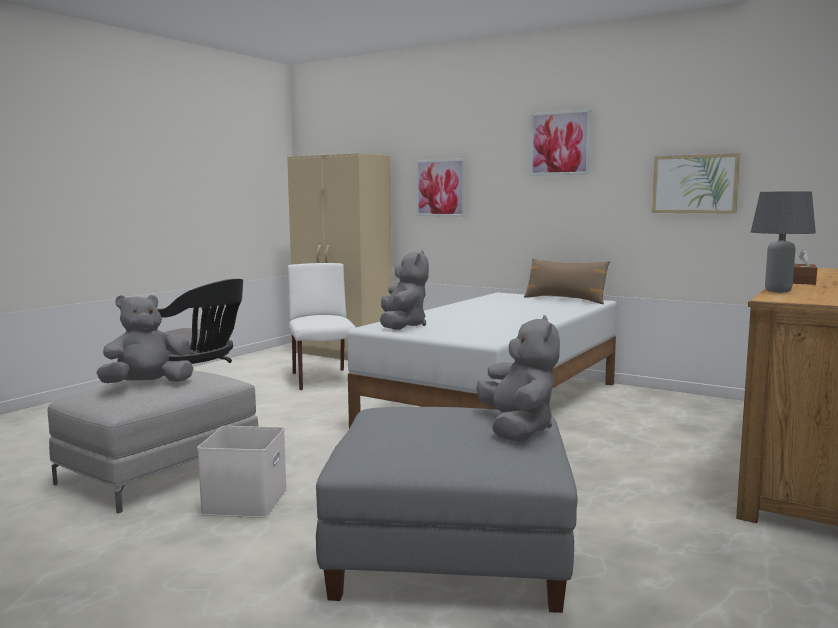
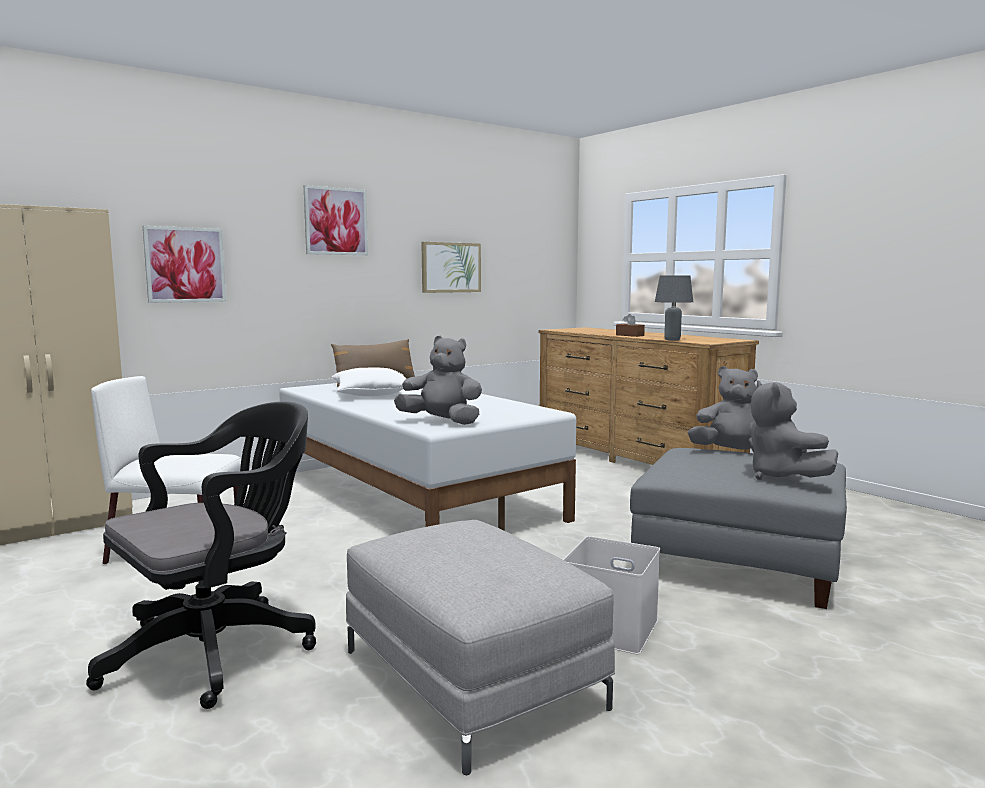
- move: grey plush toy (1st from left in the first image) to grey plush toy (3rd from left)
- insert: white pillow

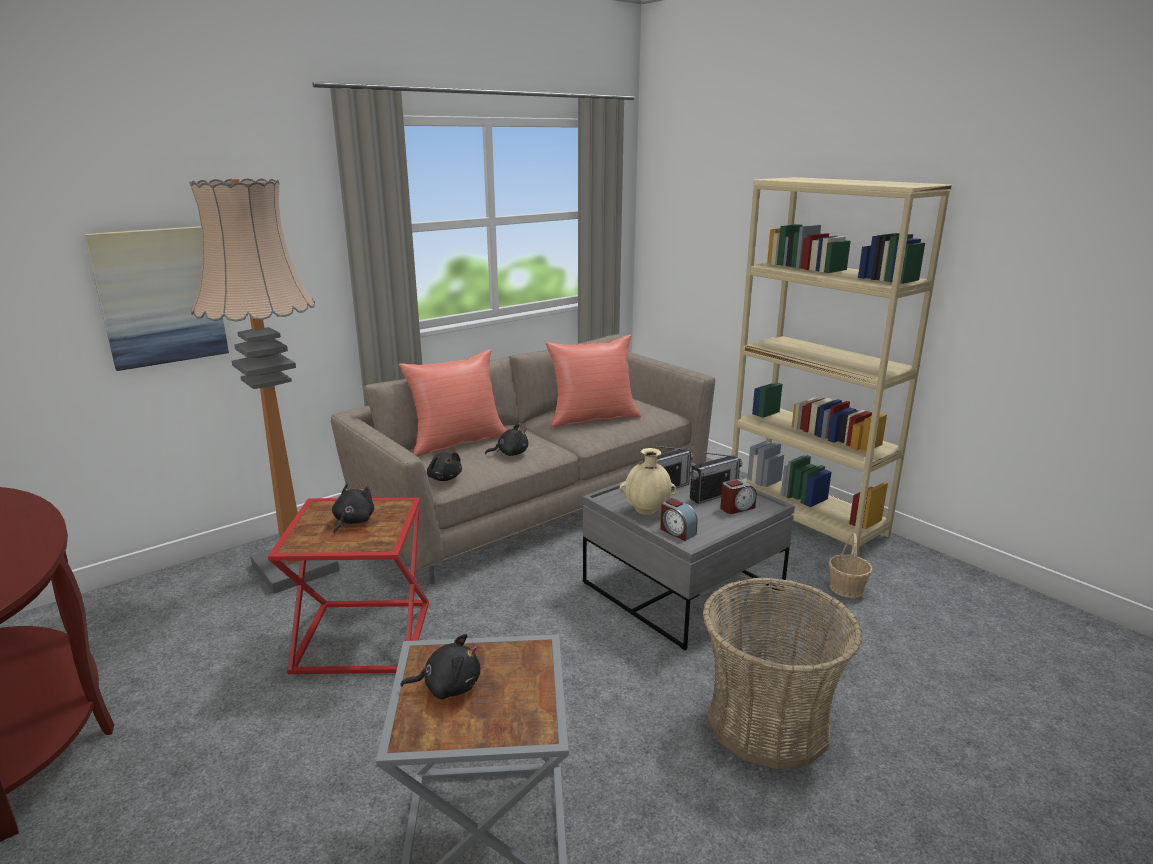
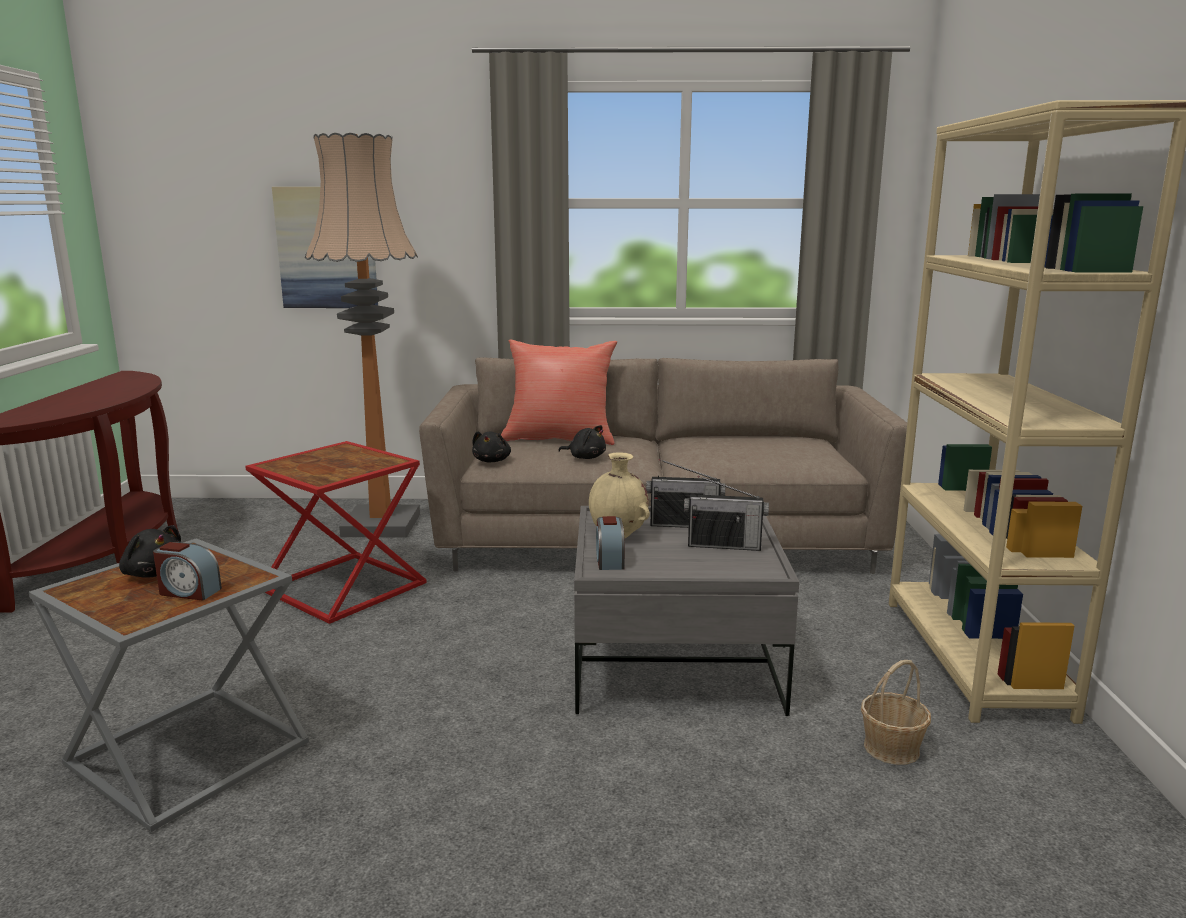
- delete: black plush toy (1st from left)
- delete: red pillow (2nd from left)
- delete: basket (1st from left)
- move: alarm clock (2nd from left in the first image) to alarm clock (1st from left)

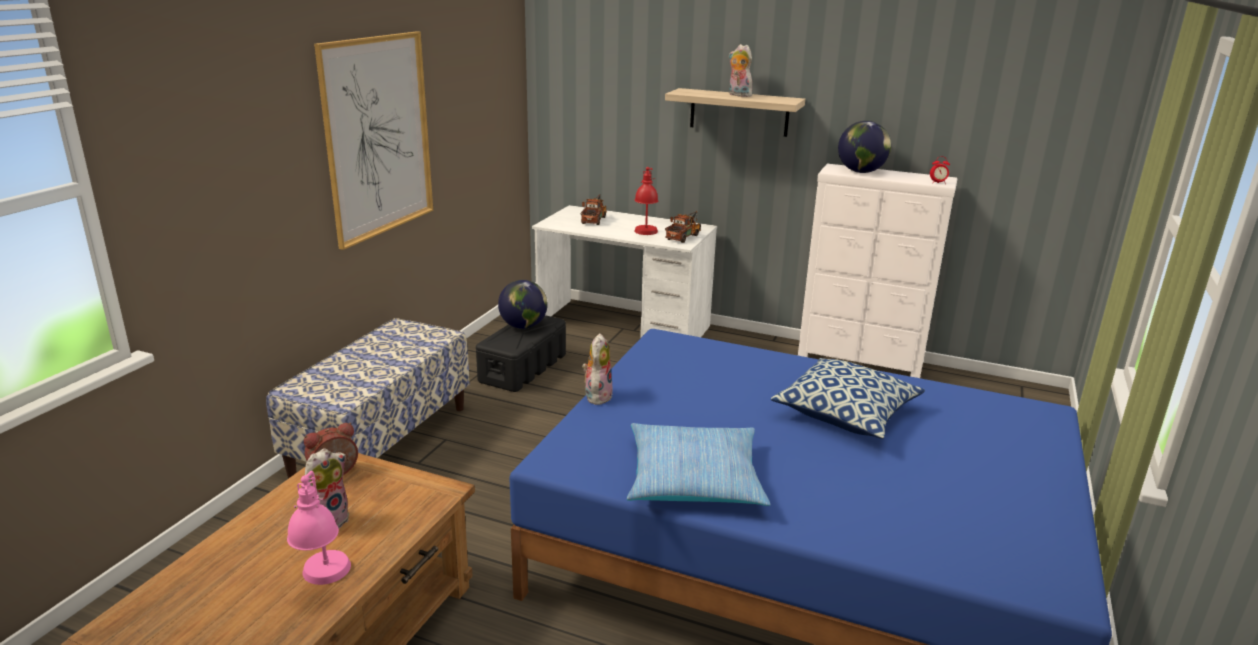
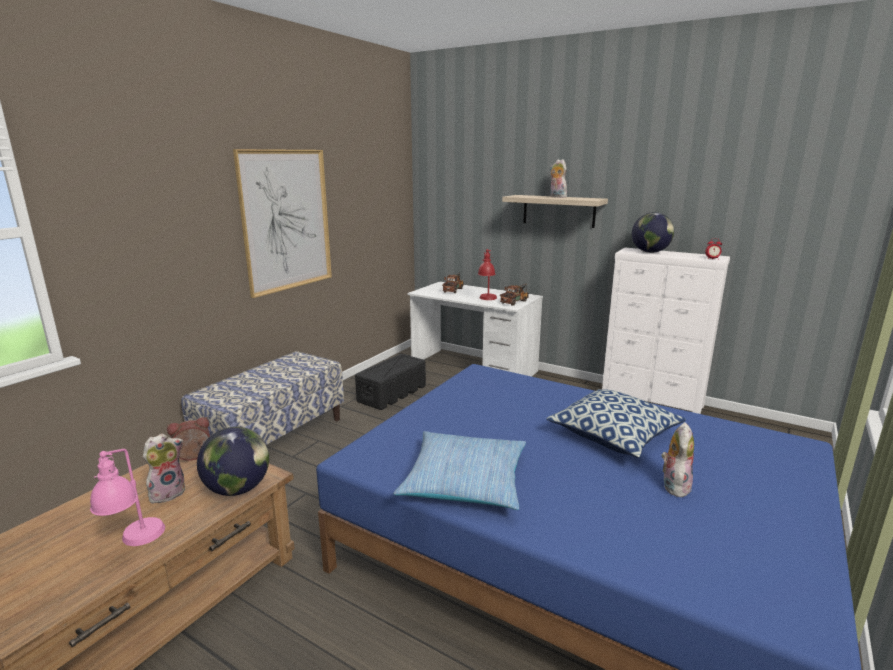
- move: globe (1st from left)
- move: plush toy (2nd from left in the first image) to plush toy (3rd from left)

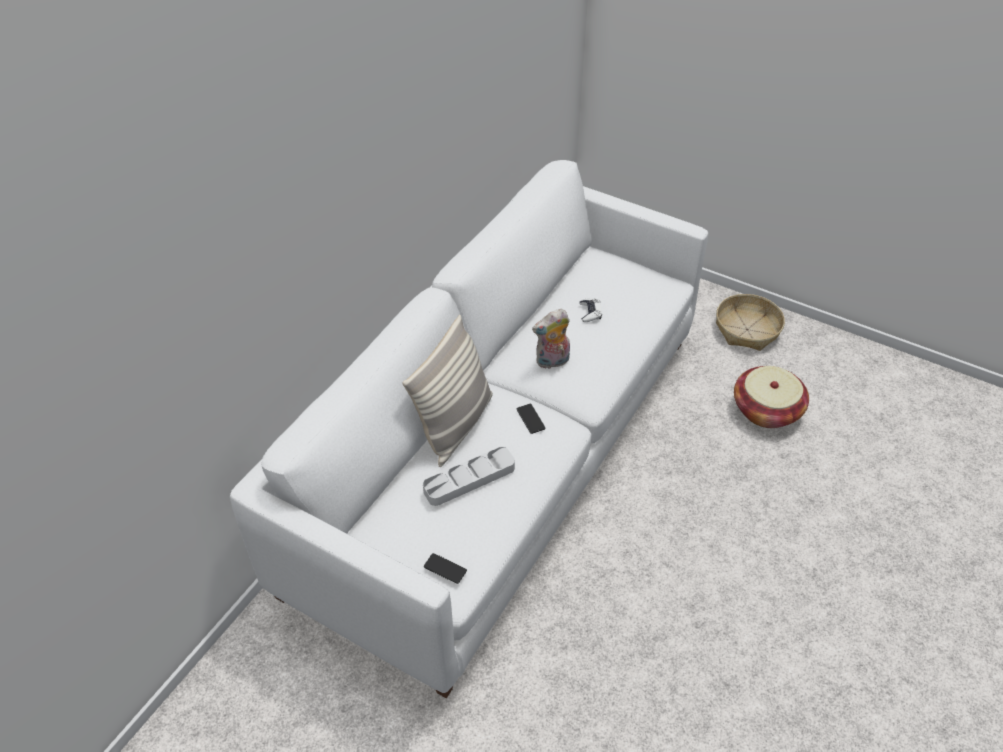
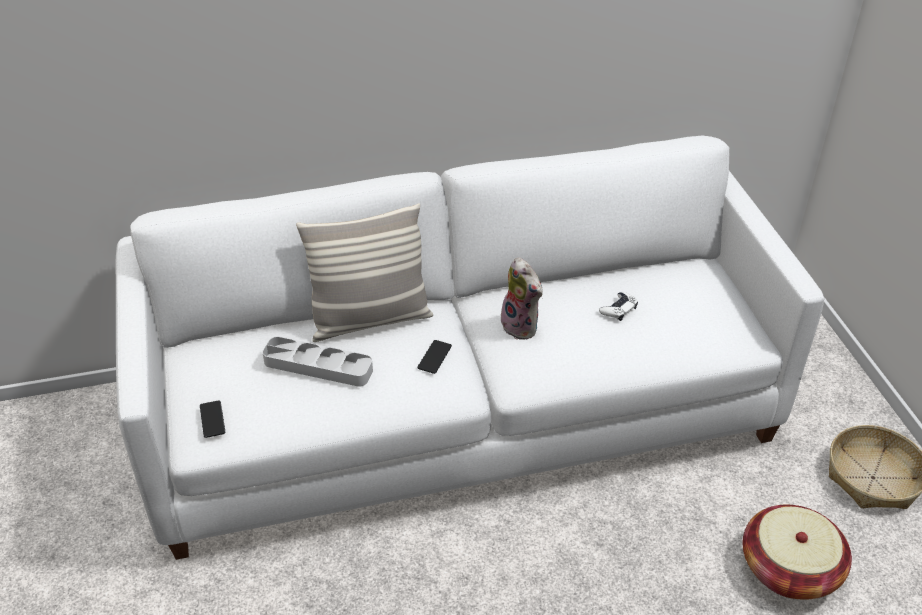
- rotate: plush toy 150 degrees counterclockwise

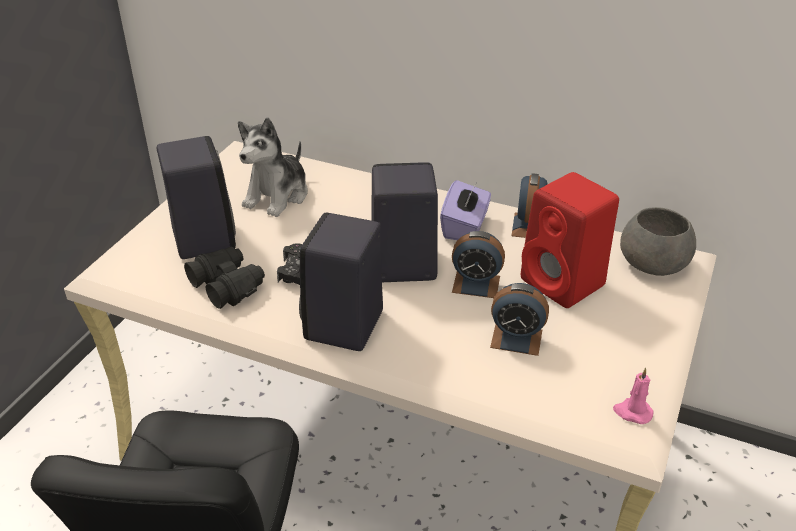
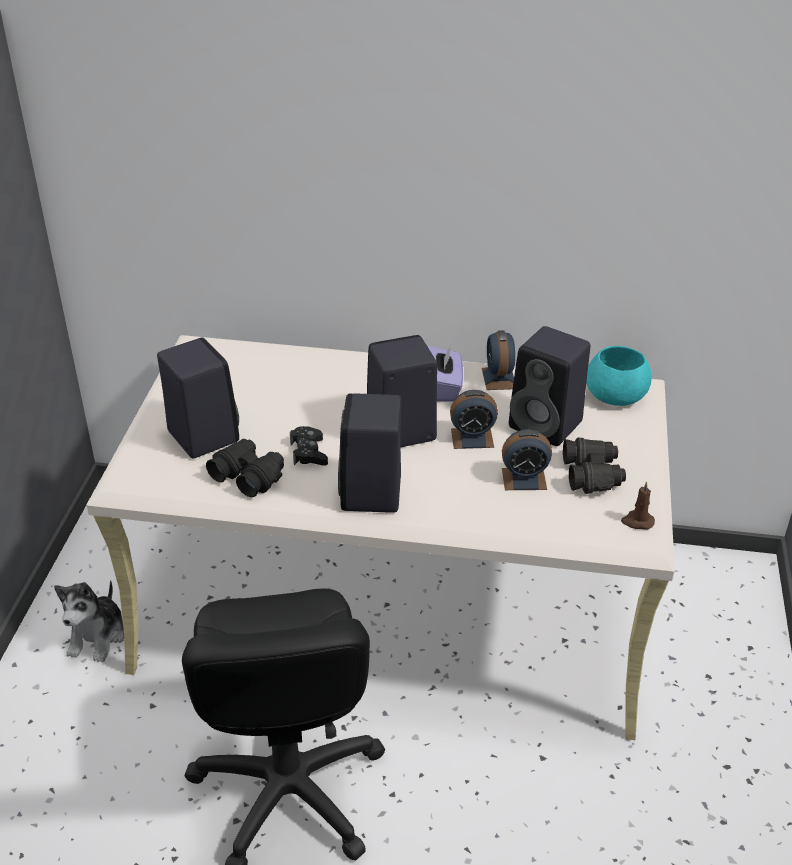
- move: plush toy
- recolor: red speaker to black speaker (4th from left)
- recolor: pink candle to brown candle
- recolor: grey bowl to turquoise bowl
- insert: black binoculars (2nd from left)

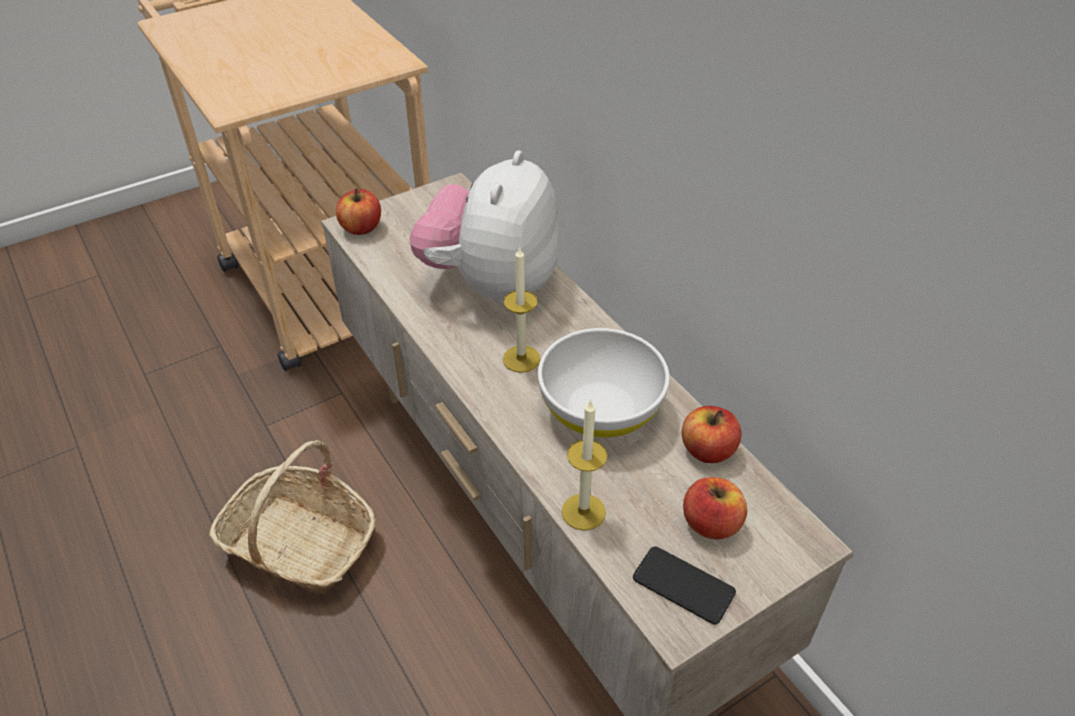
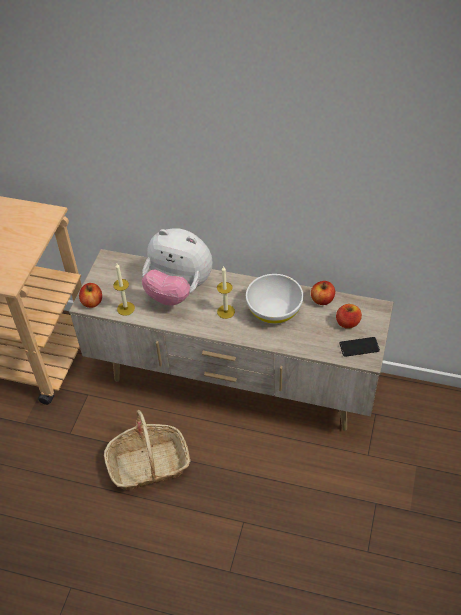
- rotate: plush toy 45 degrees counterclockwise
- move: candle (2nd from left in the first image) to candle (1st from left)

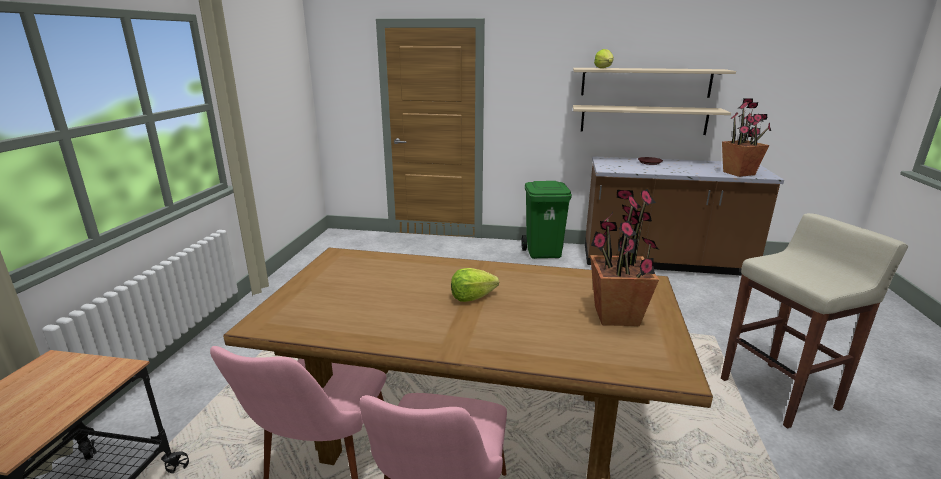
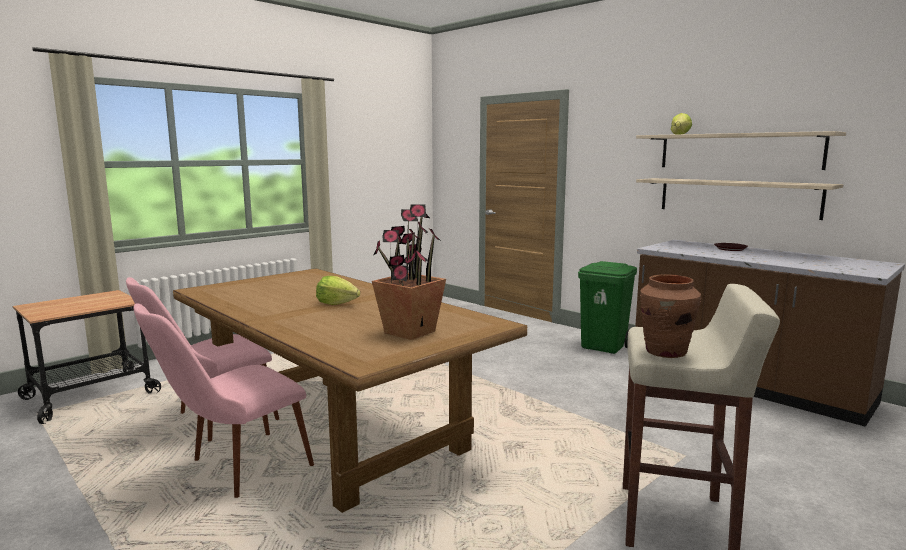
- delete: potted plant (2nd from left)
- insert: brown vase

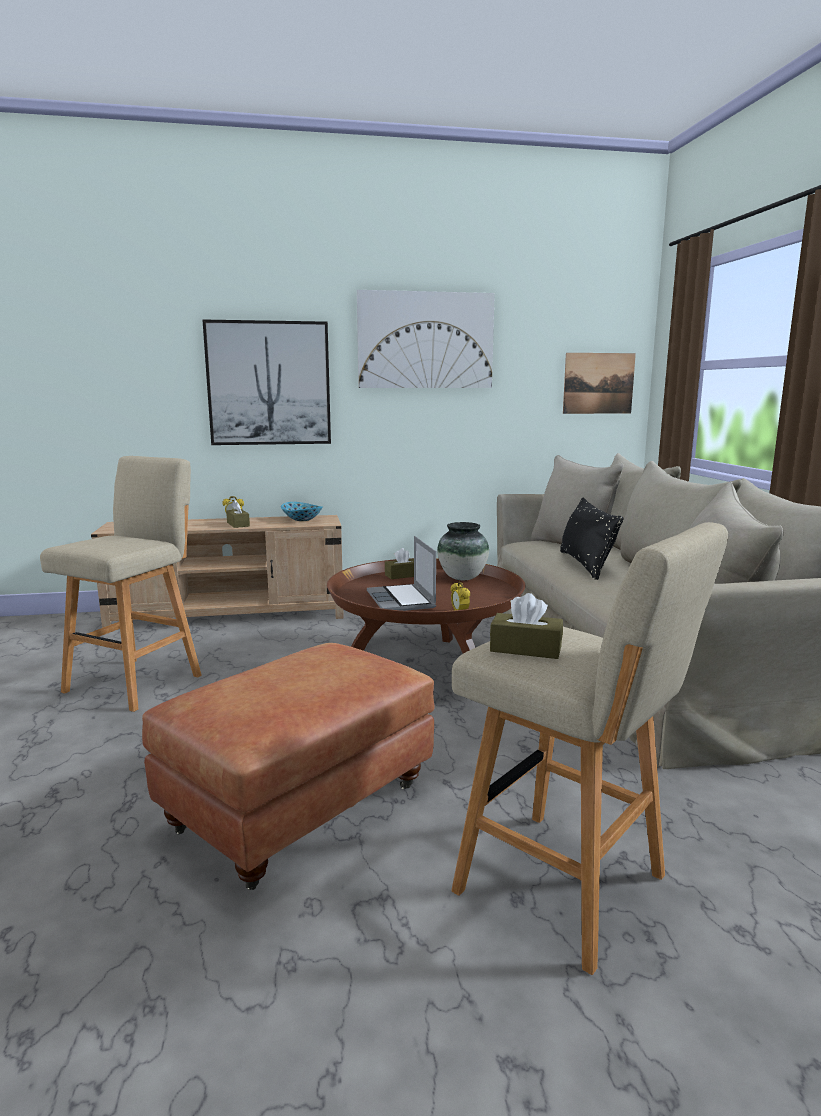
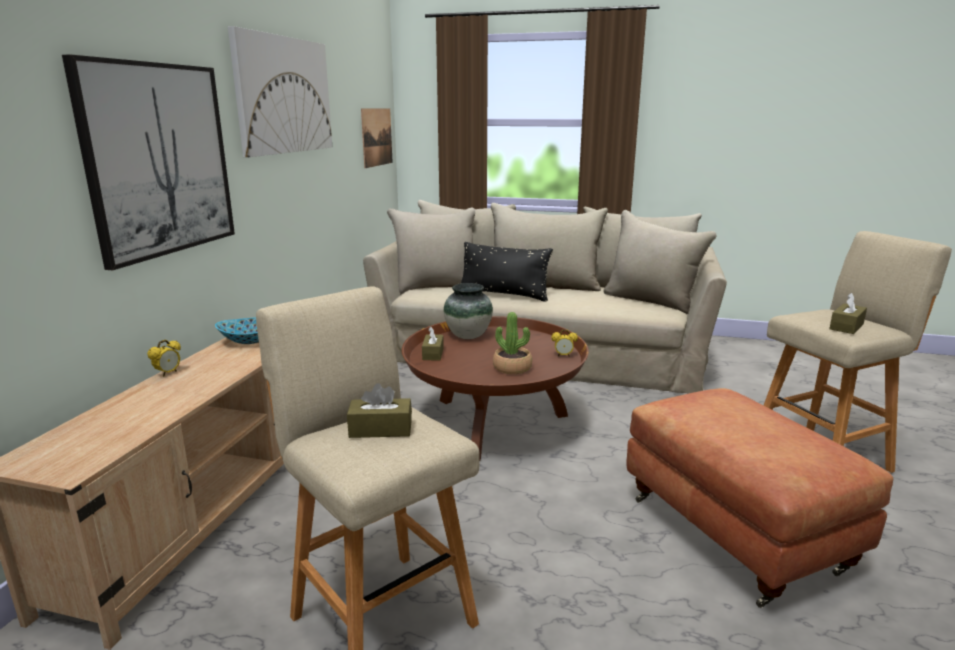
- move: brown tissue box (1st from left)
- replace: laptop to potted plant

